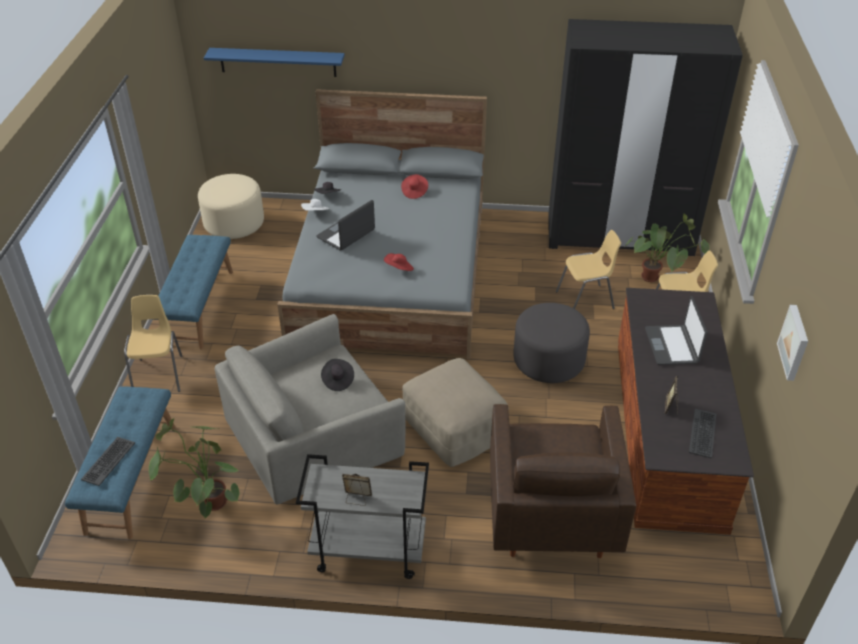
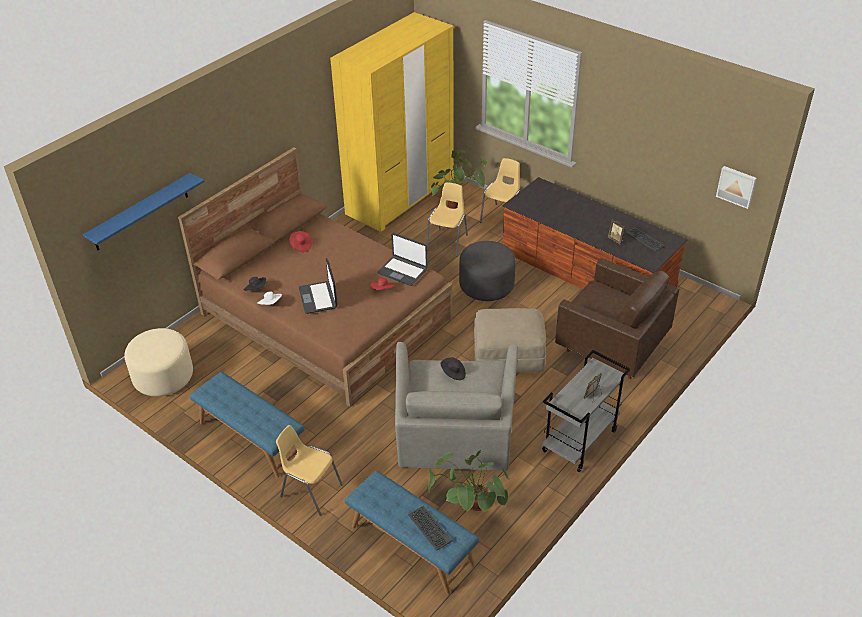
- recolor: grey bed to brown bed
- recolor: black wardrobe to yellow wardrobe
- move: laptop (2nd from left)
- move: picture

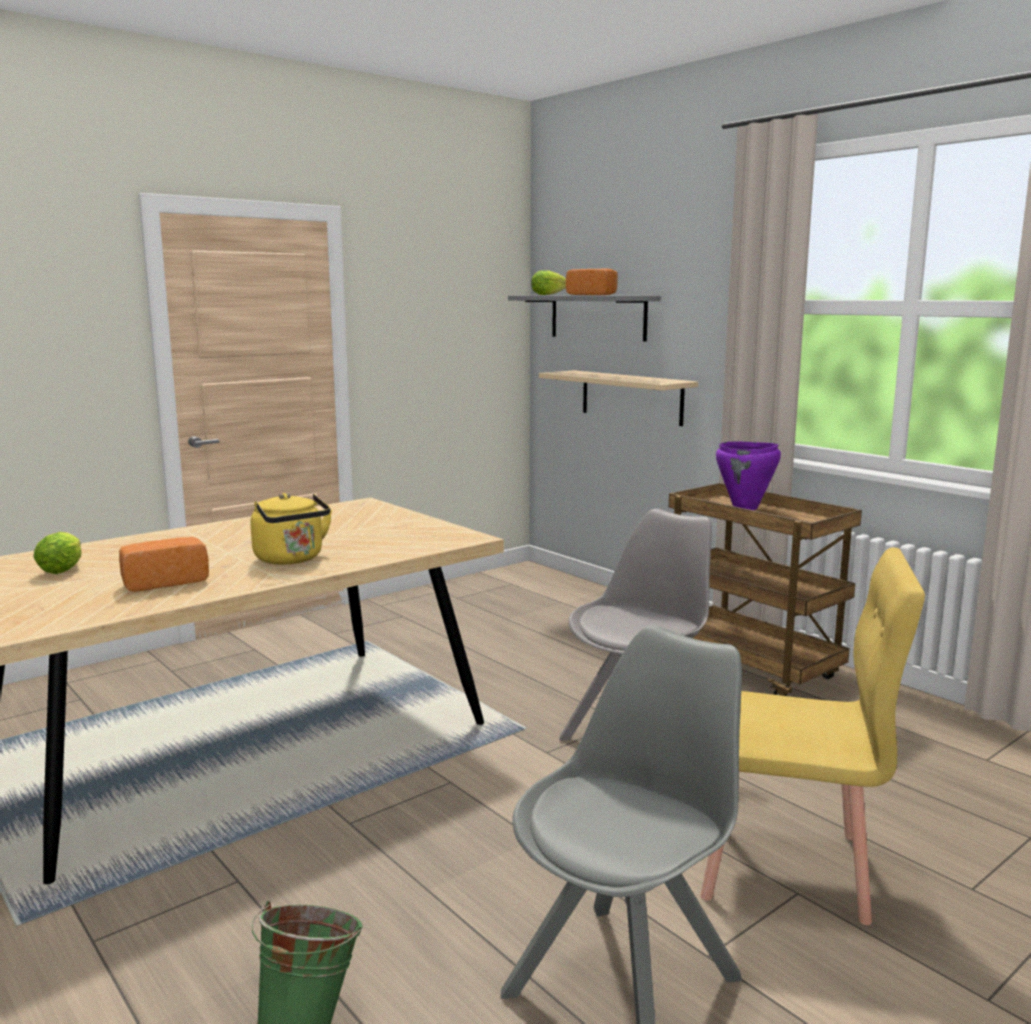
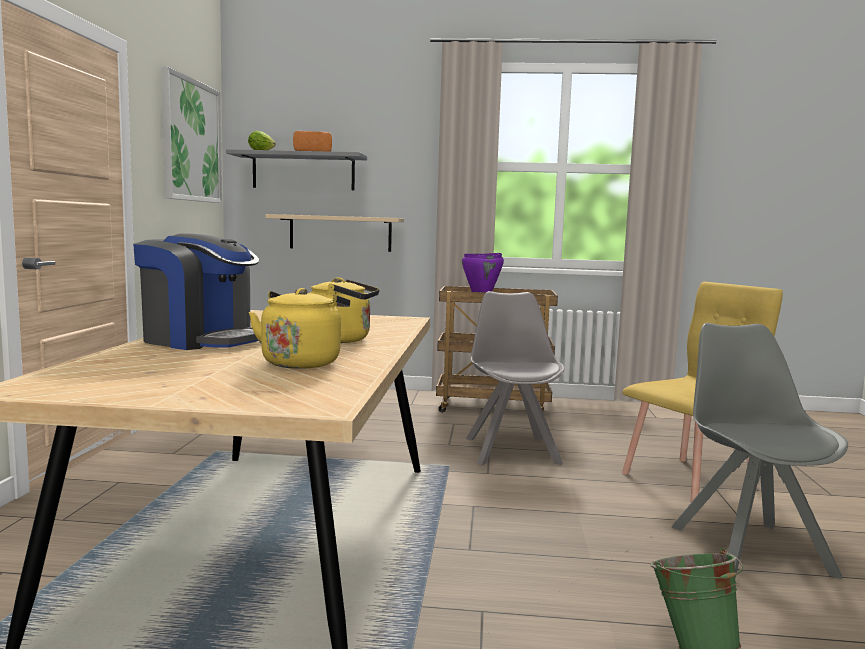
- delete: lettuce (1st from left)
- replace: bread (1st from left) to yellow kettle (1st from left)
- insert: coffee machine
- insert: picture

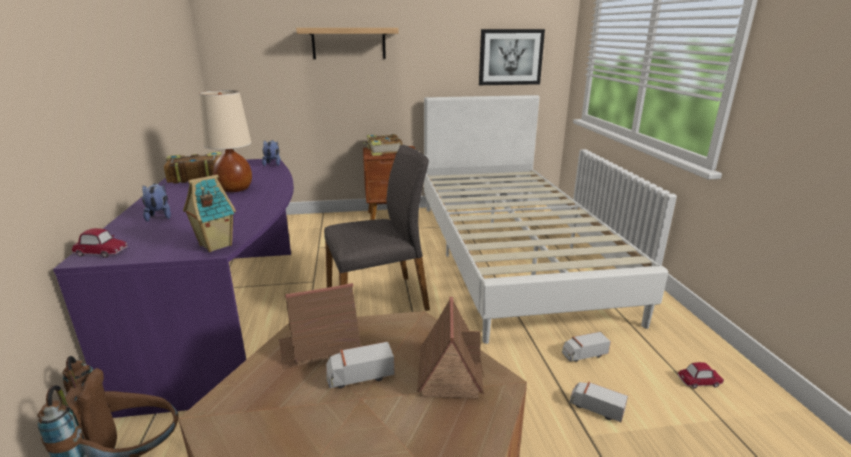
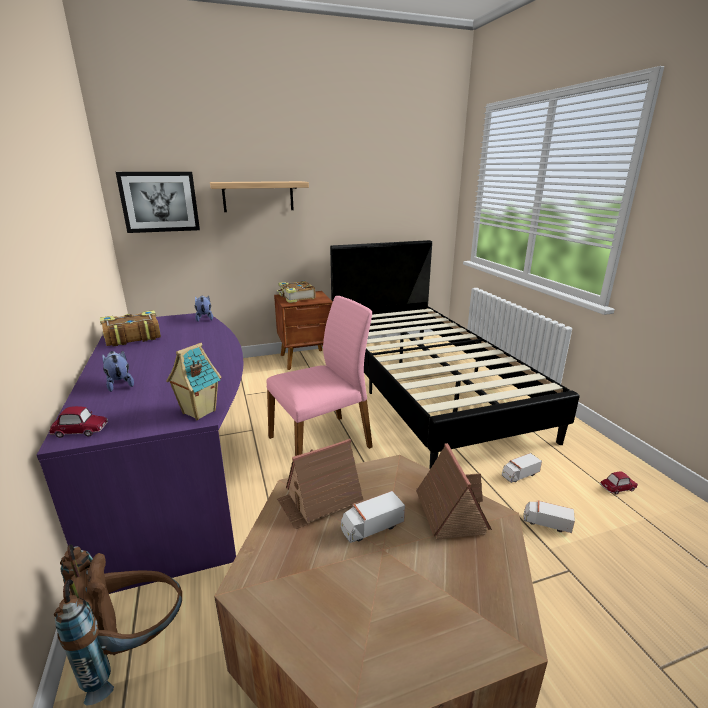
- delete: beige table lamp
- recolor: grey chair to pink chair
- recolor: white bed to black bed
- move: picture

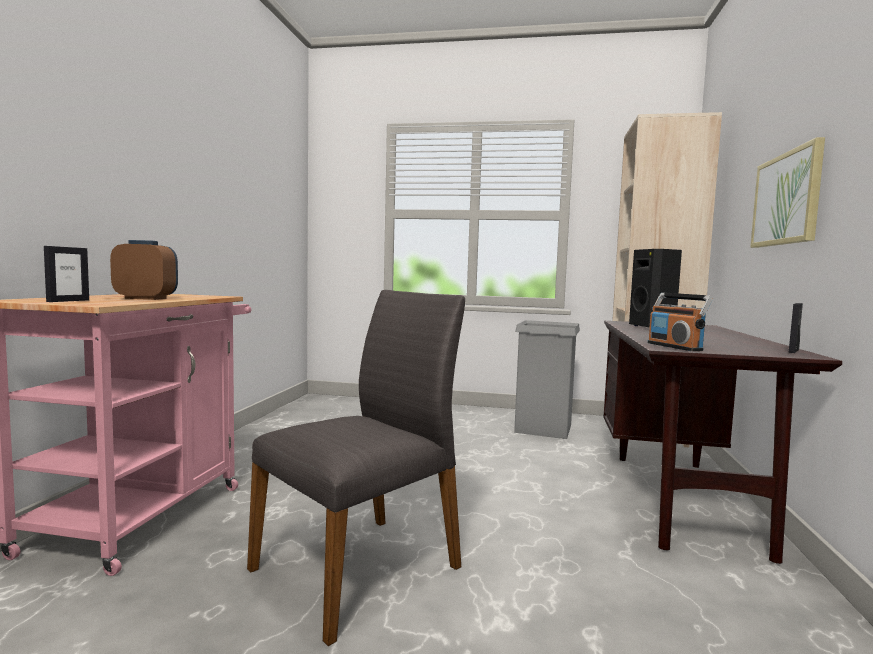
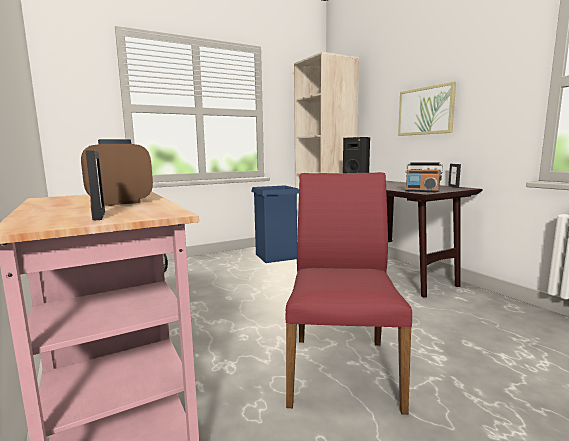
- recolor: grey chair to red chair
- recolor: grey trash can to blue trash can

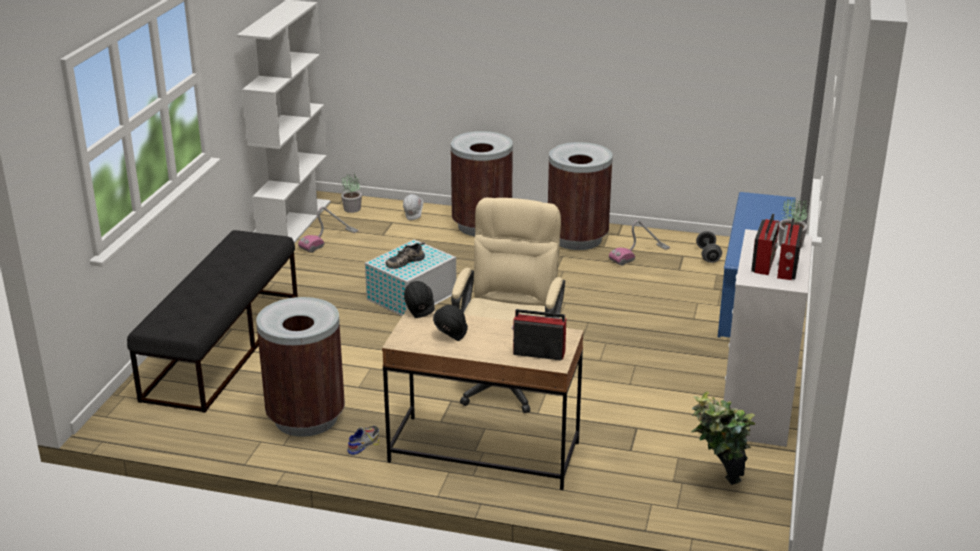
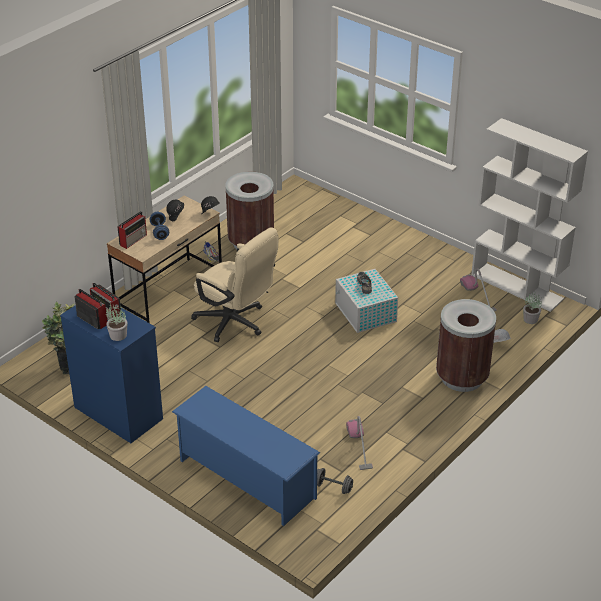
- delete: black bench
- delete: brown trash can (3rd from left)
- recolor: white dresser to blue dresser
- insert: blue dumbbell

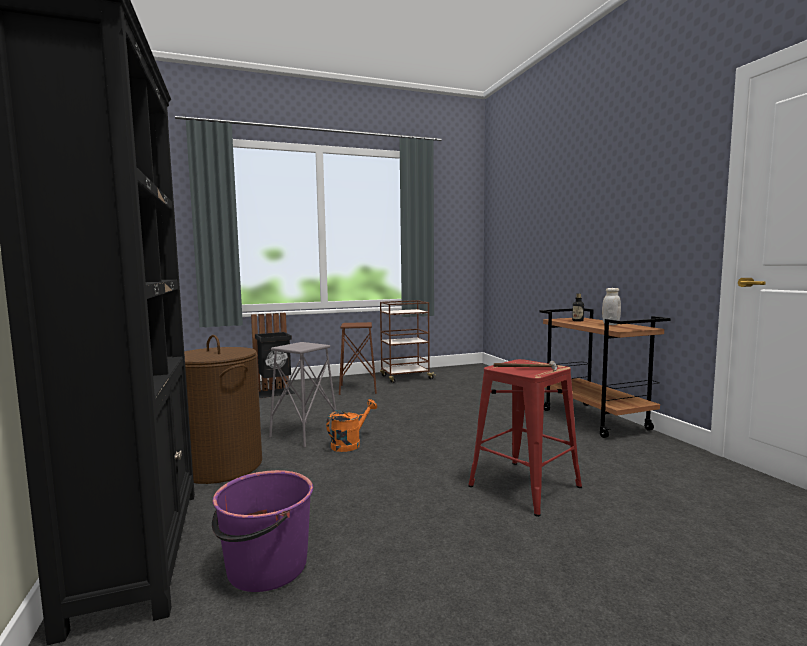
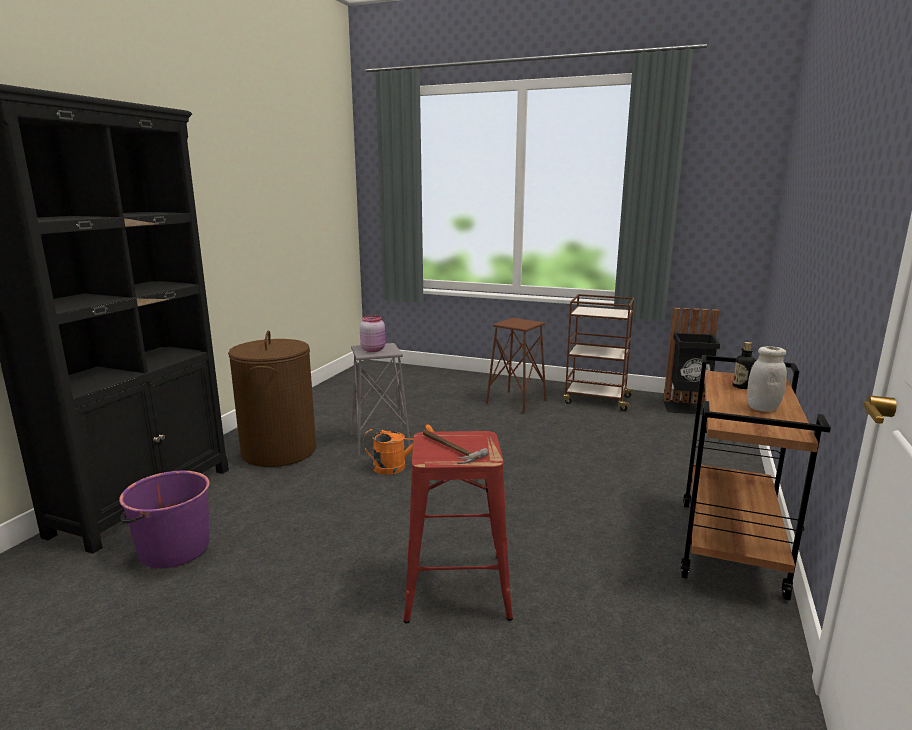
- move: black trash can
- insert: pink jar

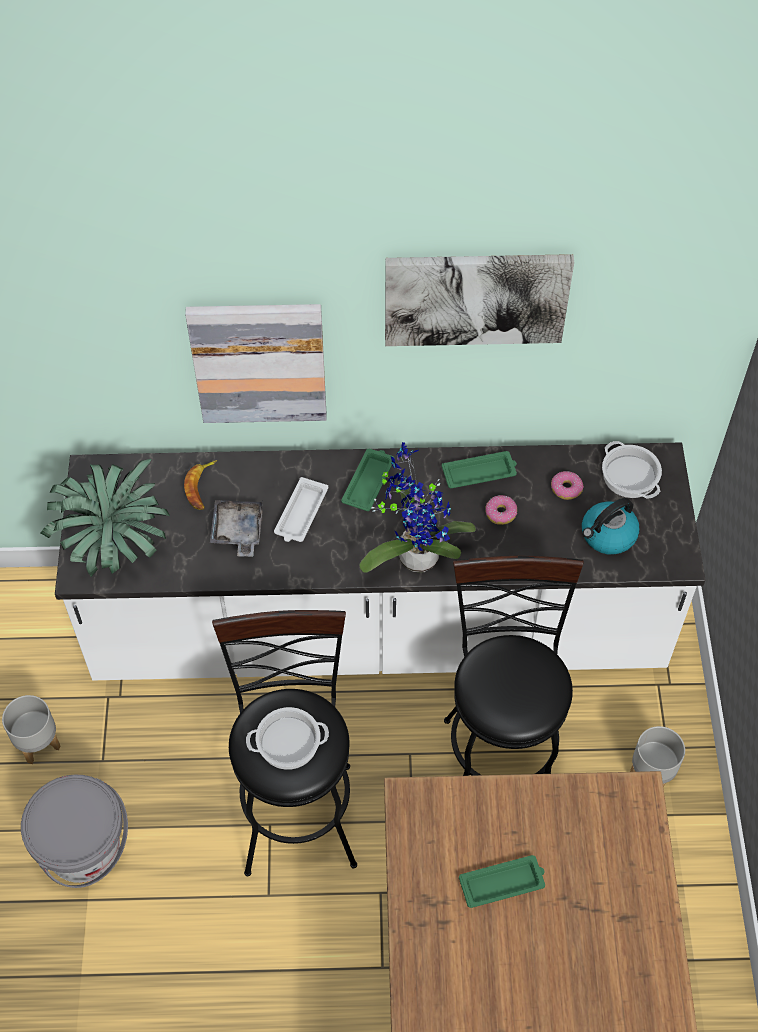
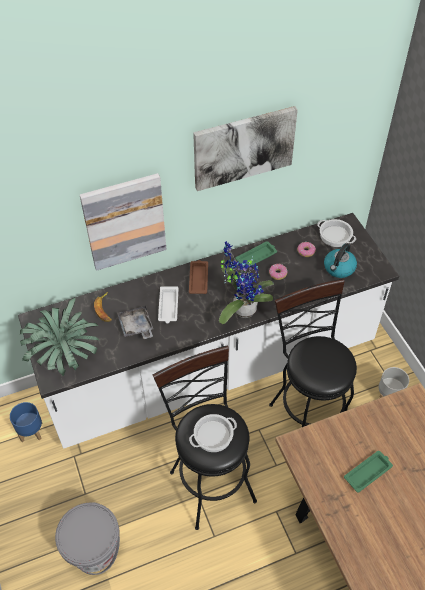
- delete: grey planter (1st from left)
- recolor: green tray (1st from left) to brown tray
- insert: blue planter

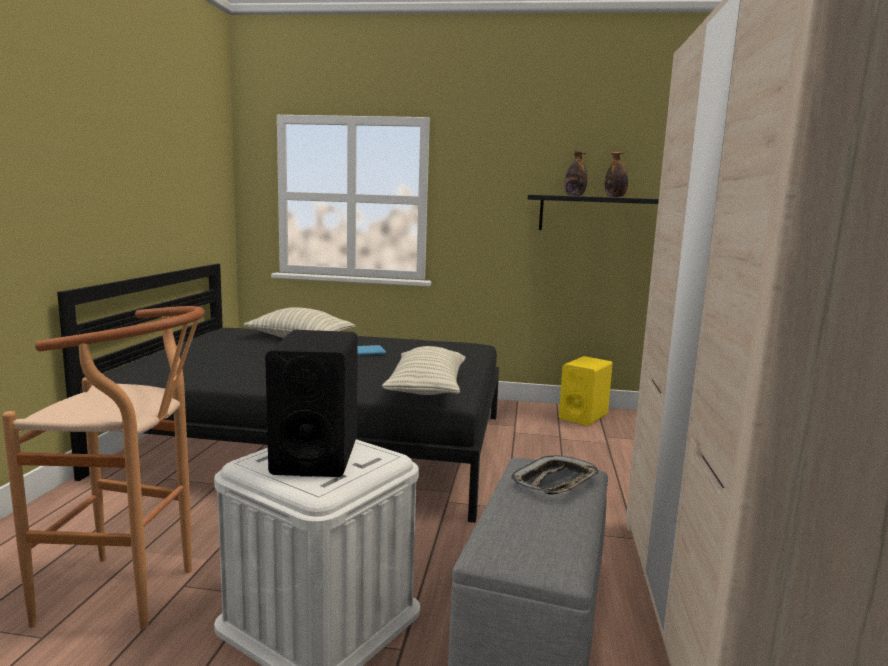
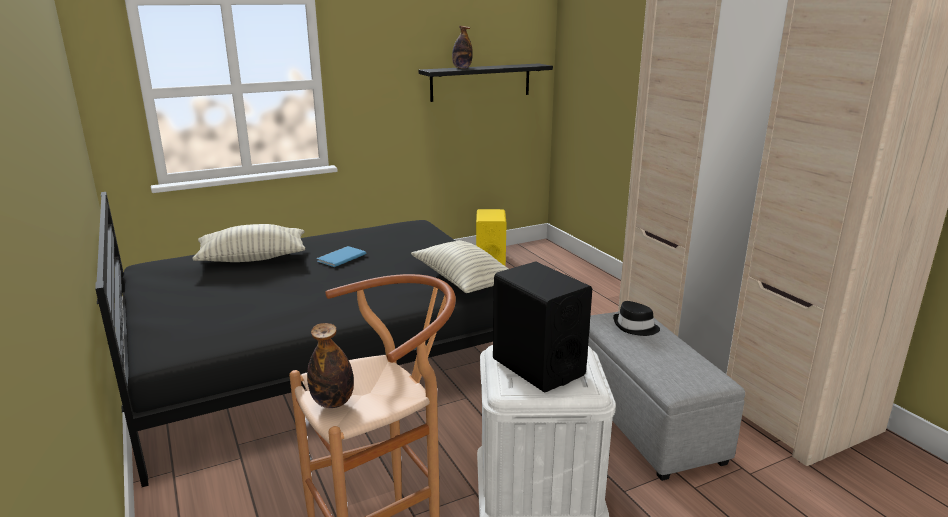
- replace: tray to black hat
- move: bottle (2nd from left in the first image) to bottle (1st from left)

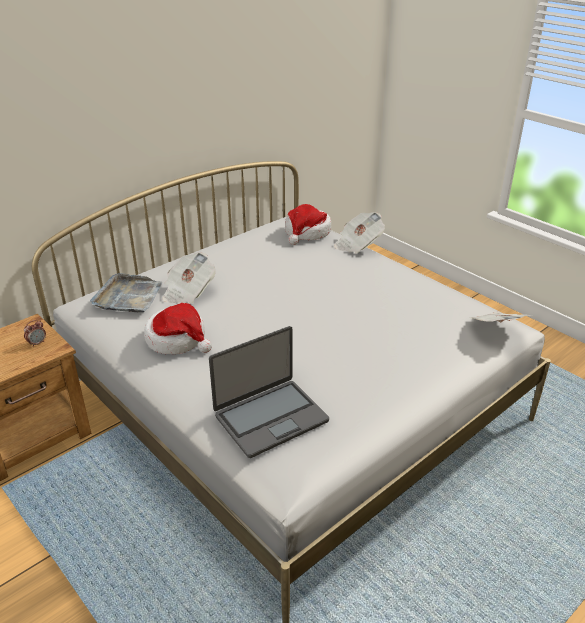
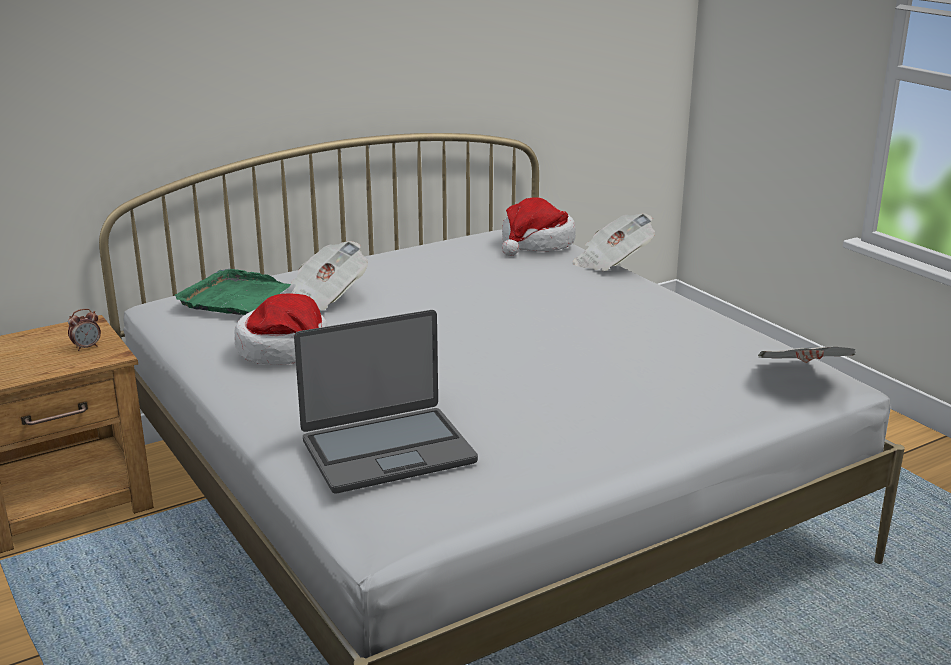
- recolor: grey tray to green tray

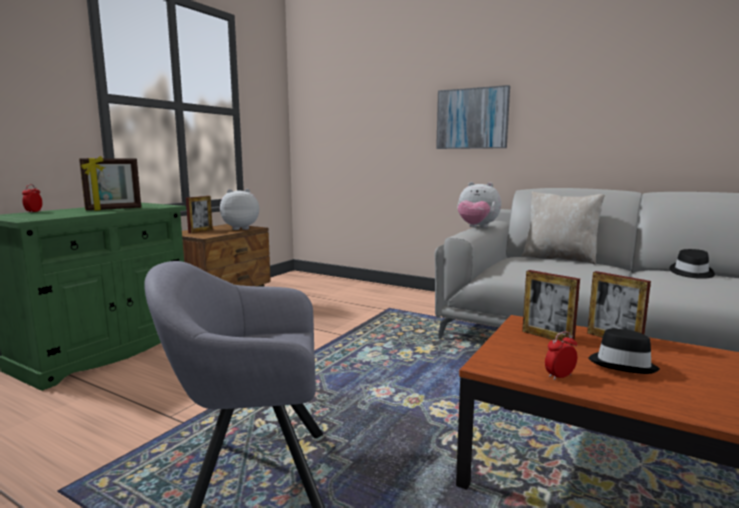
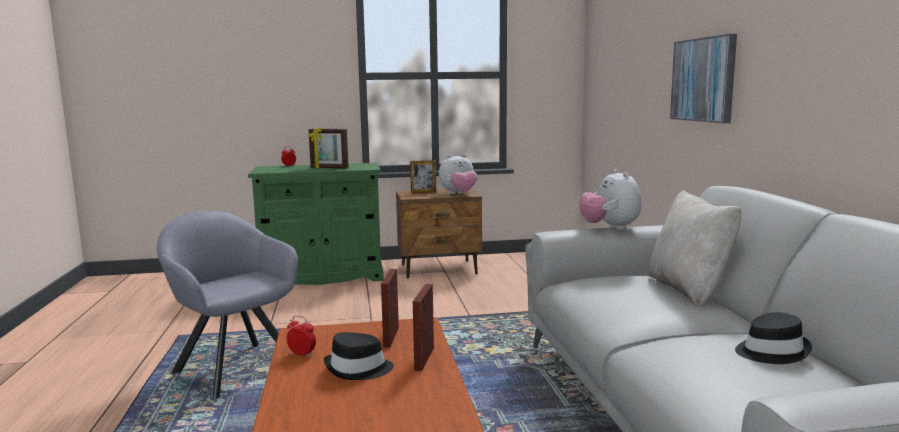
- rotate: plush toy (1st from left) 120 degrees clockwise

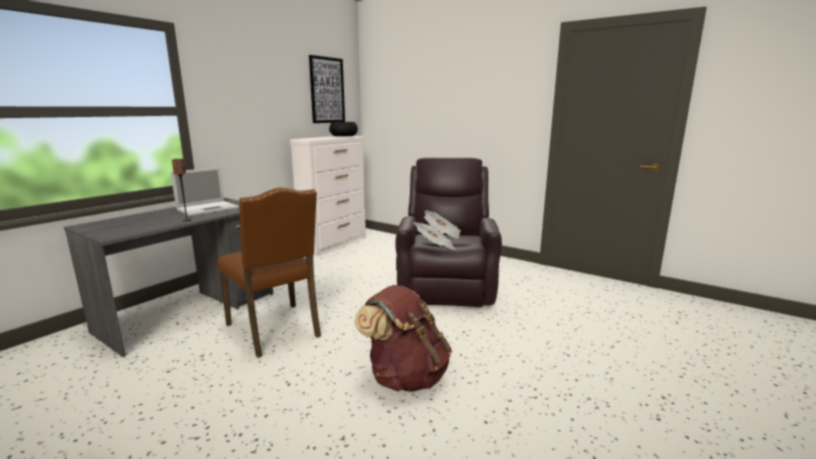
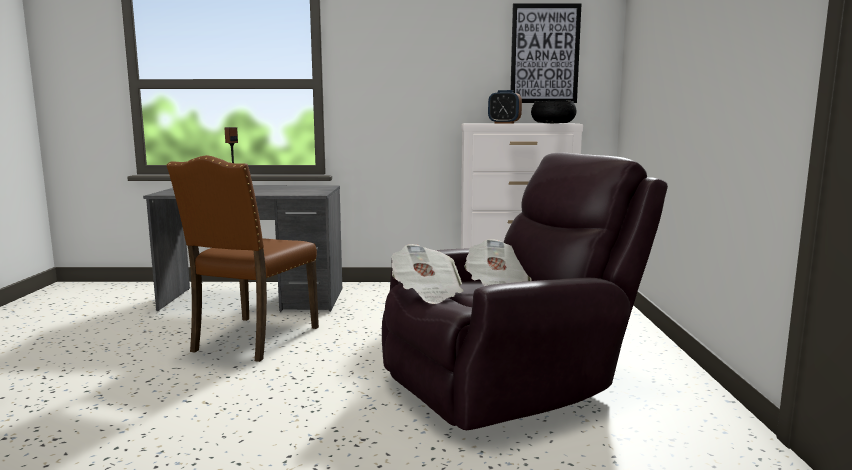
- delete: laptop
- delete: brown backpack
- insert: alarm clock

